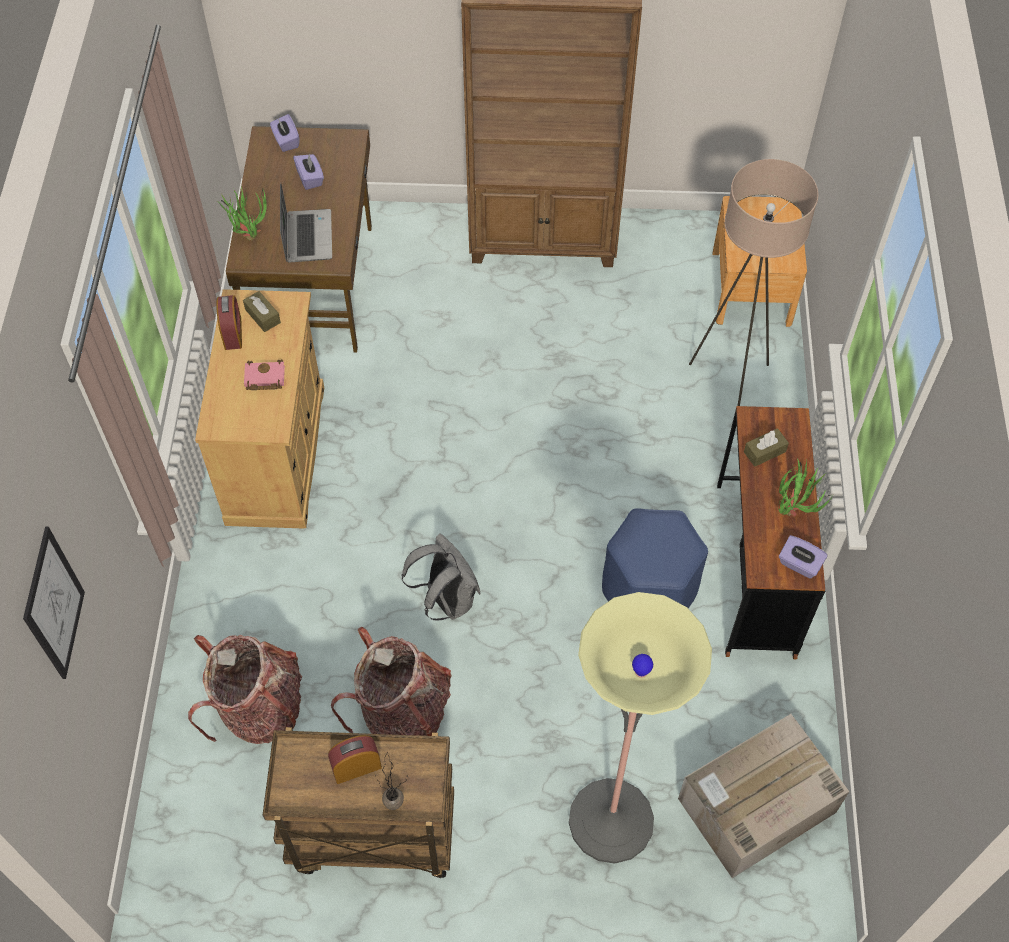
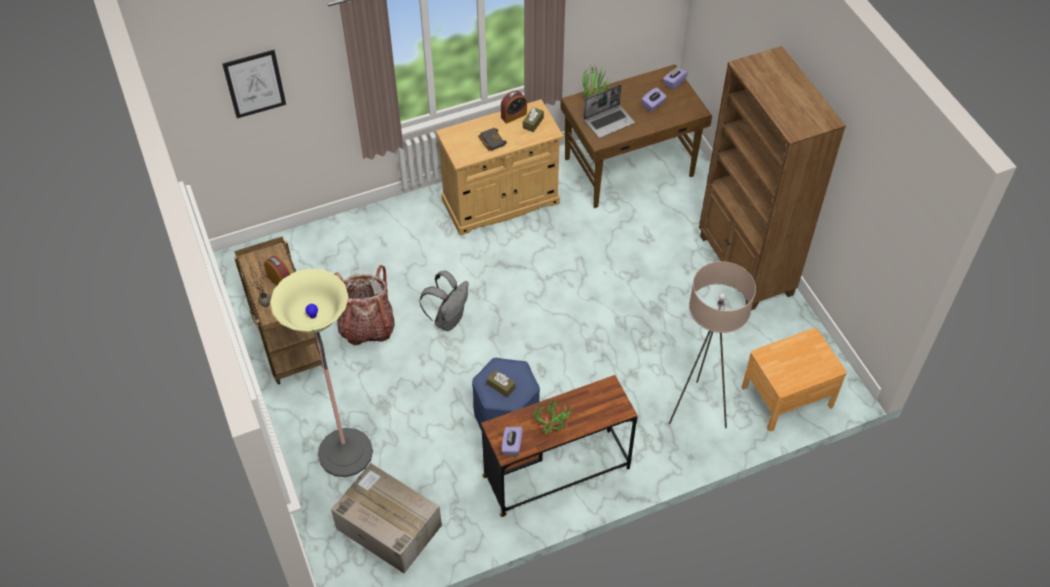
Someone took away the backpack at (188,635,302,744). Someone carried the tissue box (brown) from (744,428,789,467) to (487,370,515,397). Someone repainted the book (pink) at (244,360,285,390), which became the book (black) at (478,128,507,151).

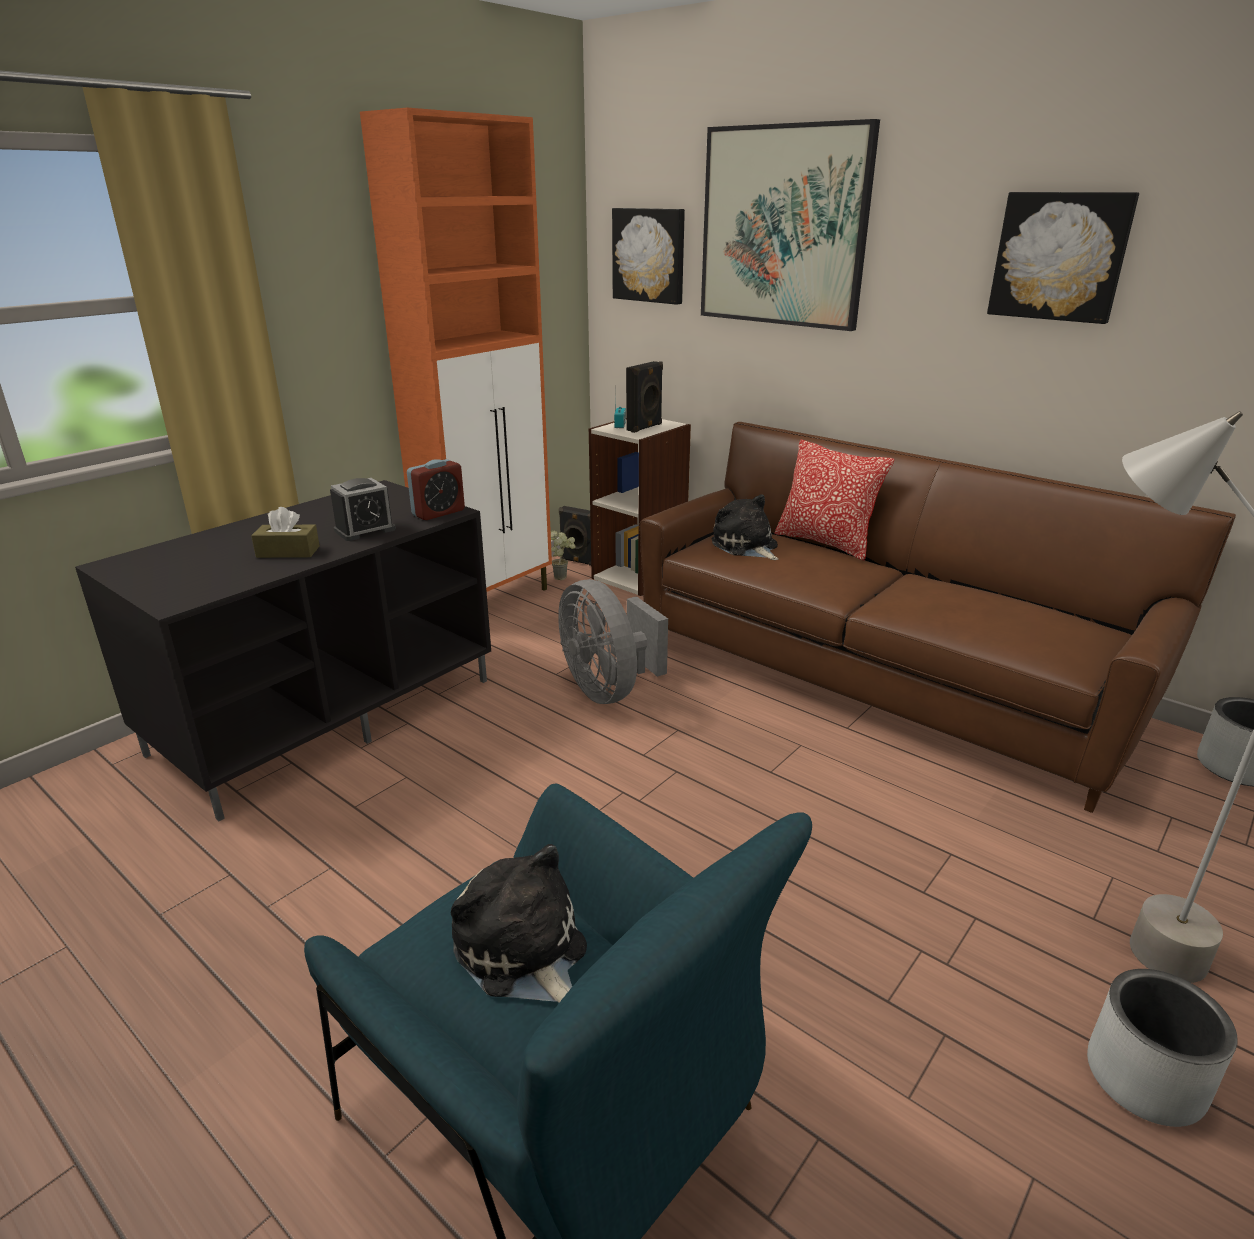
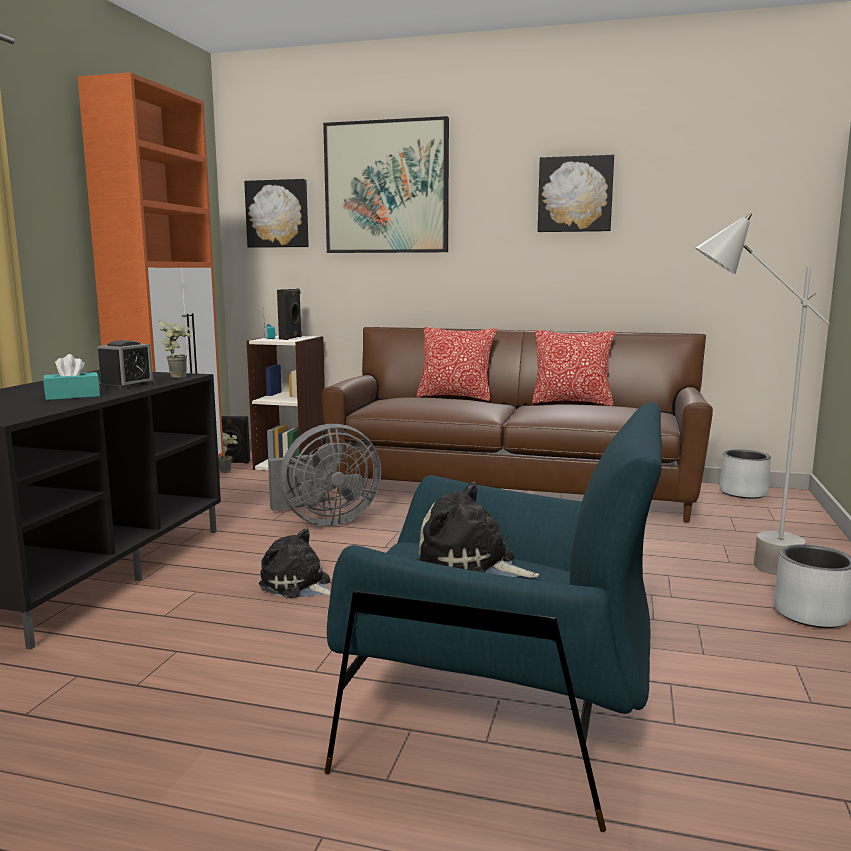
Someone put down the pillow at (532,330,615,406). Someone carried the plush toy from (711,494,778,560) to (259,528,331,598). Someone swapped the alarm clock at (407,459,465,520) for the potted plant at (158,320,191,378). Someone repainted the tissue box (brown) at (251,507,320,558), which became the tissue box (turquoise) at (43,354,100,400). Someone rotated the fan (grey) at (558,579,668,704) by 60 degrees counterclockwise.

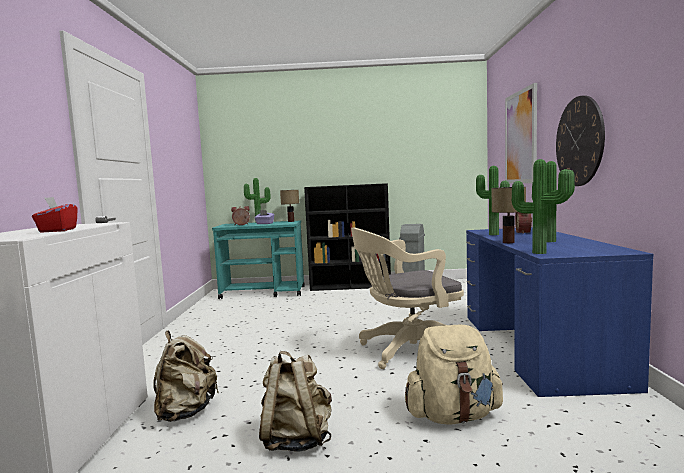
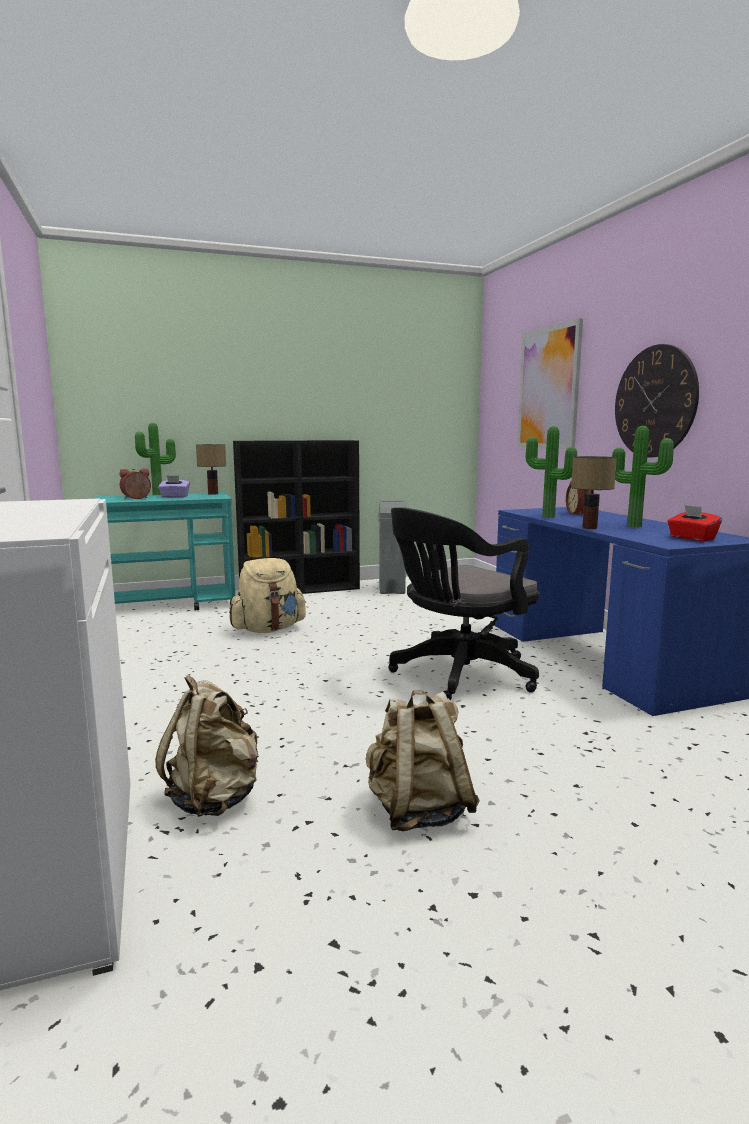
Someone took away the potted plant at (512,159,572,254). Someone carried the tissue box (red) from (32,197,77,233) to (668,505,722,541). Someone carried the backpack (beige) from (405,325,503,425) to (229,558,306,633). Someone repainted the office chair (beige) at (351,228,464,369), which became the office chair (black) at (388,507,540,700).

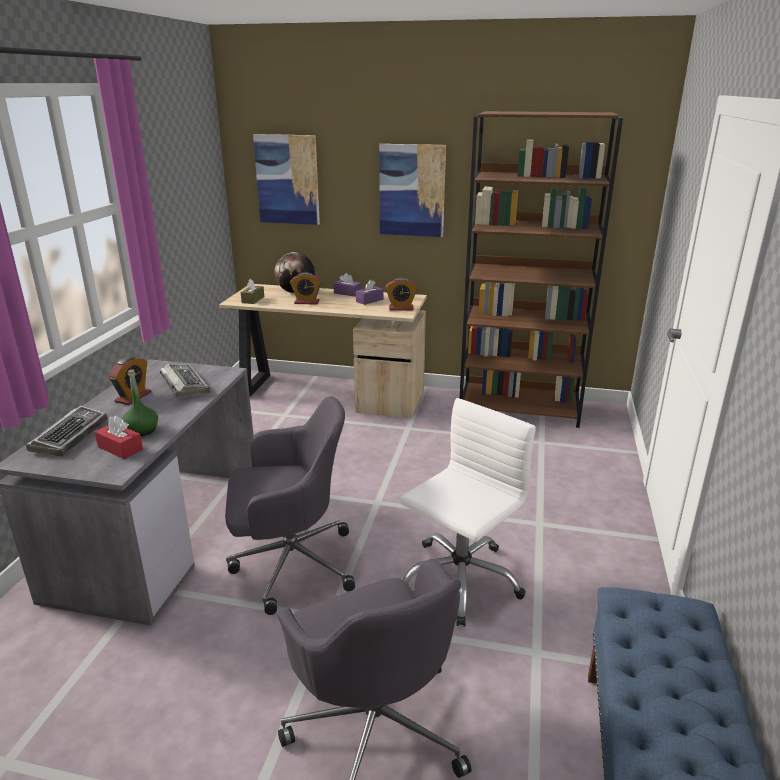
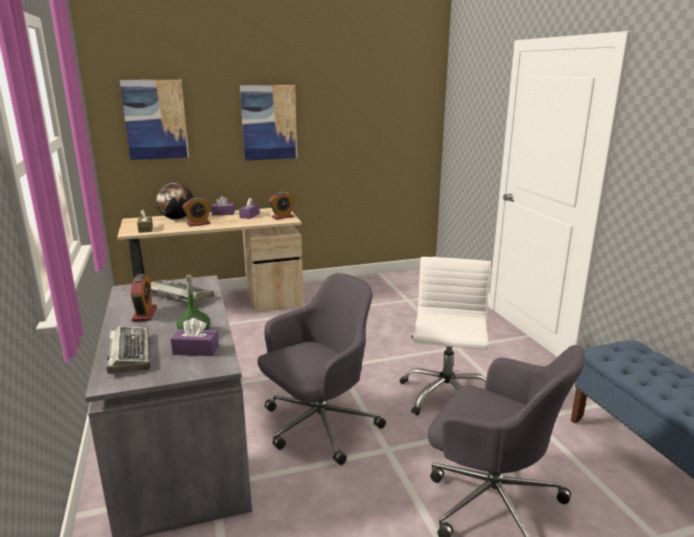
Someone took away the bookcase (brown) at (459,111,623,428). Someone repainted the tissue box (red) at (95,416,143,459), which became the tissue box (purple) at (171,318,219,356).

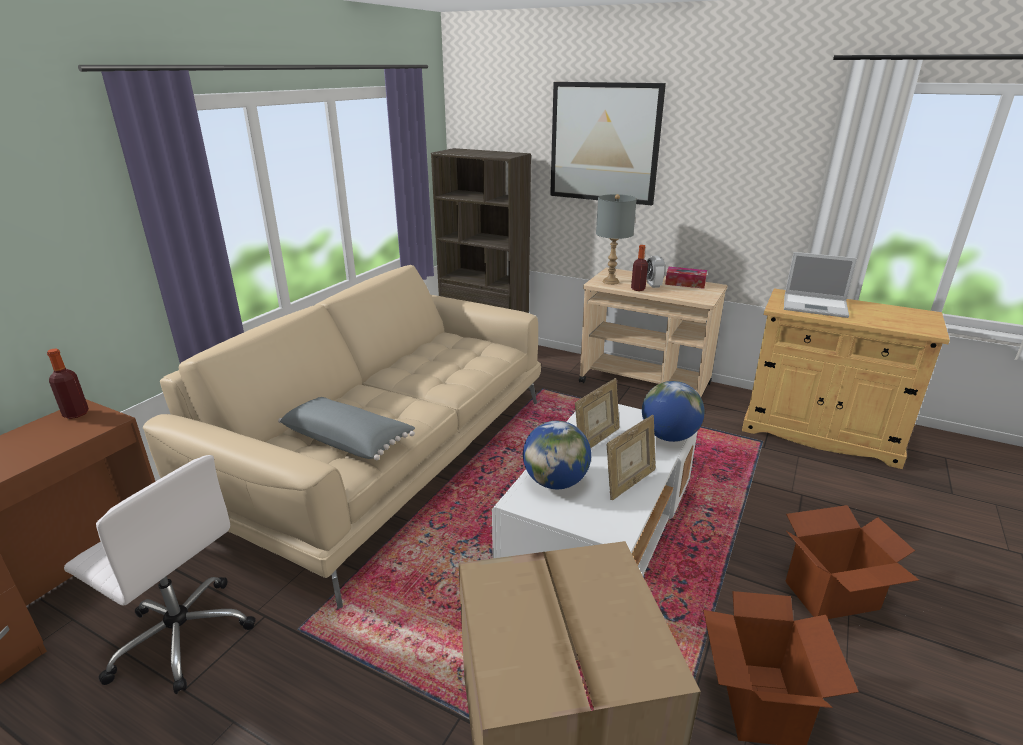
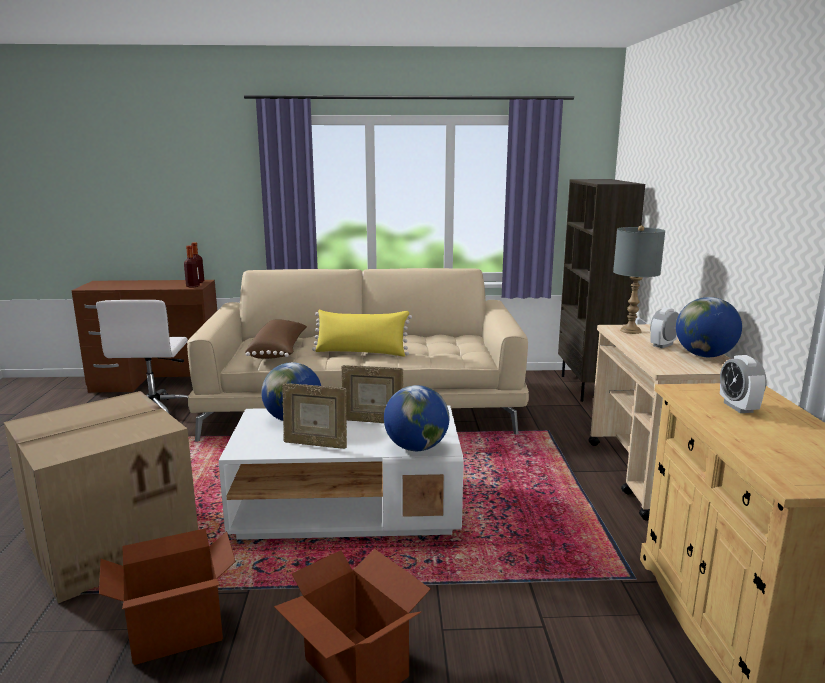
Someone took away the picture at (550,82,666,206). Someone put down the pillow (yellow) at (312,310,412,357). Someone carried the bottle from (631,245,648,291) to (184,245,200,288). Someone swapped the tissue box at (665,267,707,289) for the globe at (676,297,742,357). Someone swapped the laptop at (784,252,857,318) for the alarm clock at (720,355,766,413). Someone repainted the pillow (grey) at (278,397,415,460), which became the pillow (brown) at (245,319,307,359).

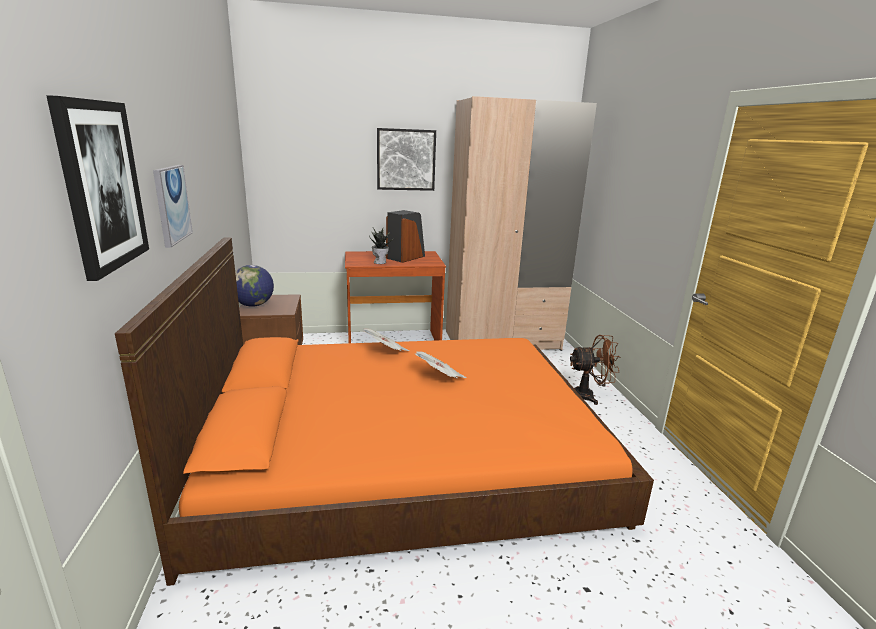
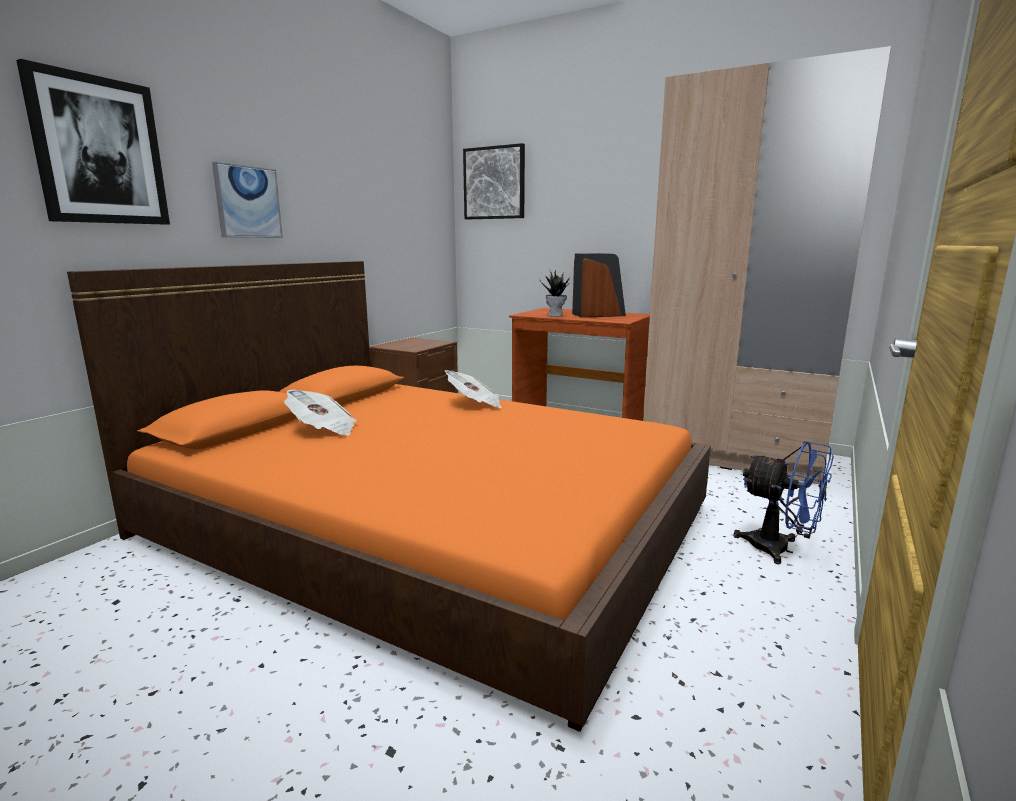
Someone took away the globe at (235,265,274,307). Someone carried the picture from (377,128,436,191) to (463,143,525,219). Someone carried the newspaper from (415,351,467,378) to (284,389,356,435). Someone repainted the fan (brown) at (570,335,620,405), which became the fan (blue) at (733,441,834,564).

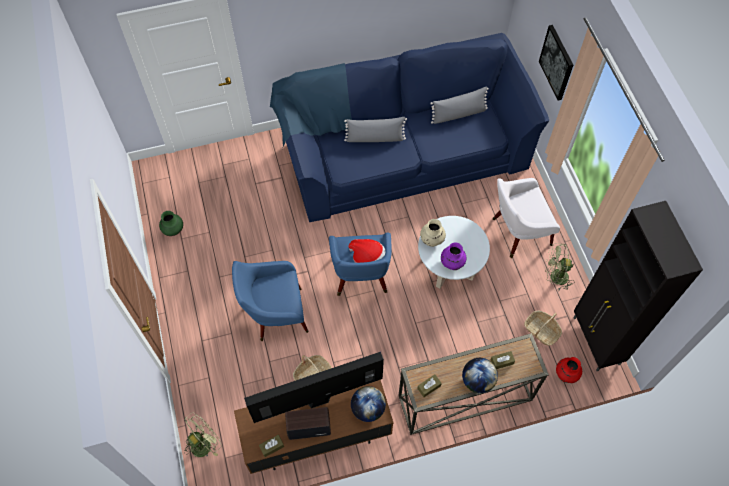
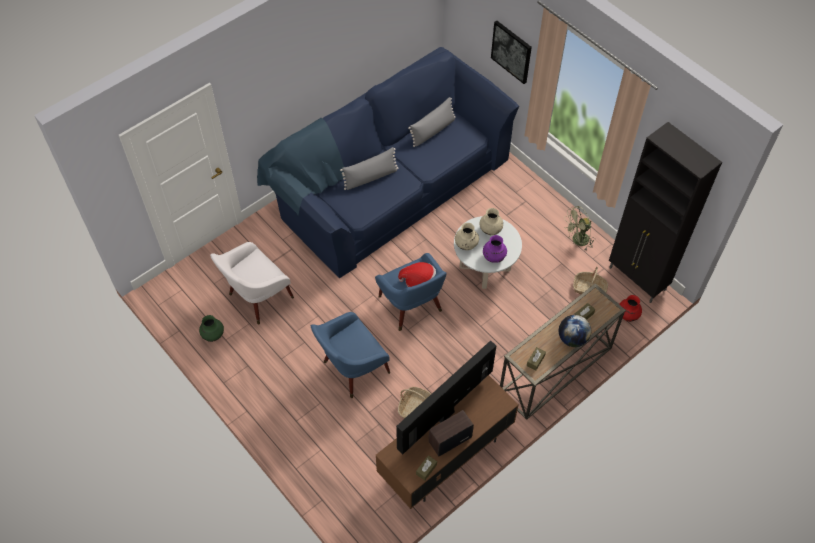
Someone took away the fan (green) at (184,412,221,457). Someone took away the globe at (351,386,386,422). Someone put down the vase (beige) at (479,208,503,235). Someone carried the armchair (white) from (493,178,560,258) to (210,242,294,324).

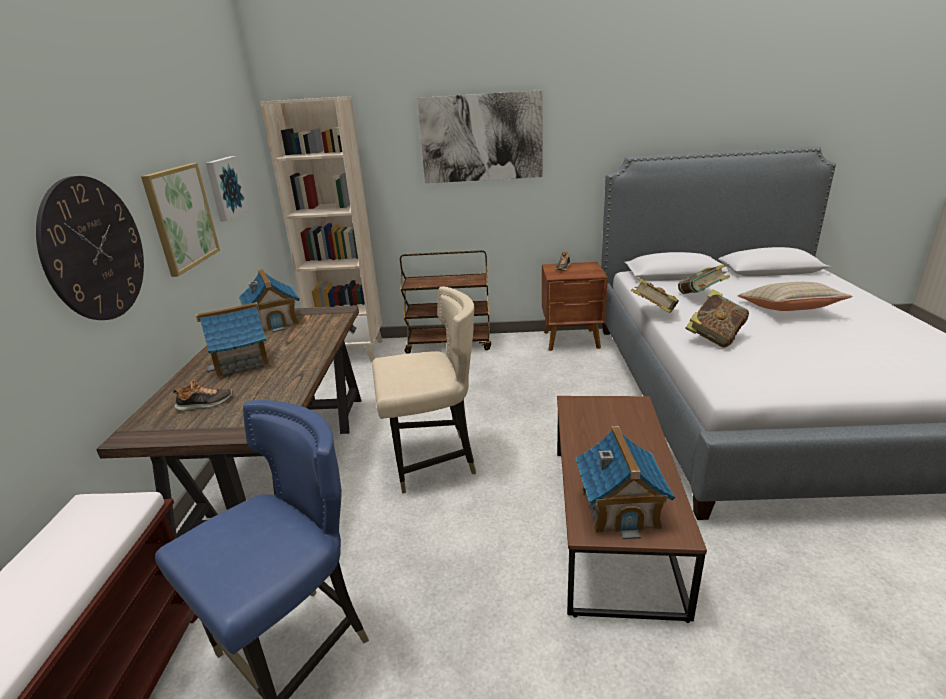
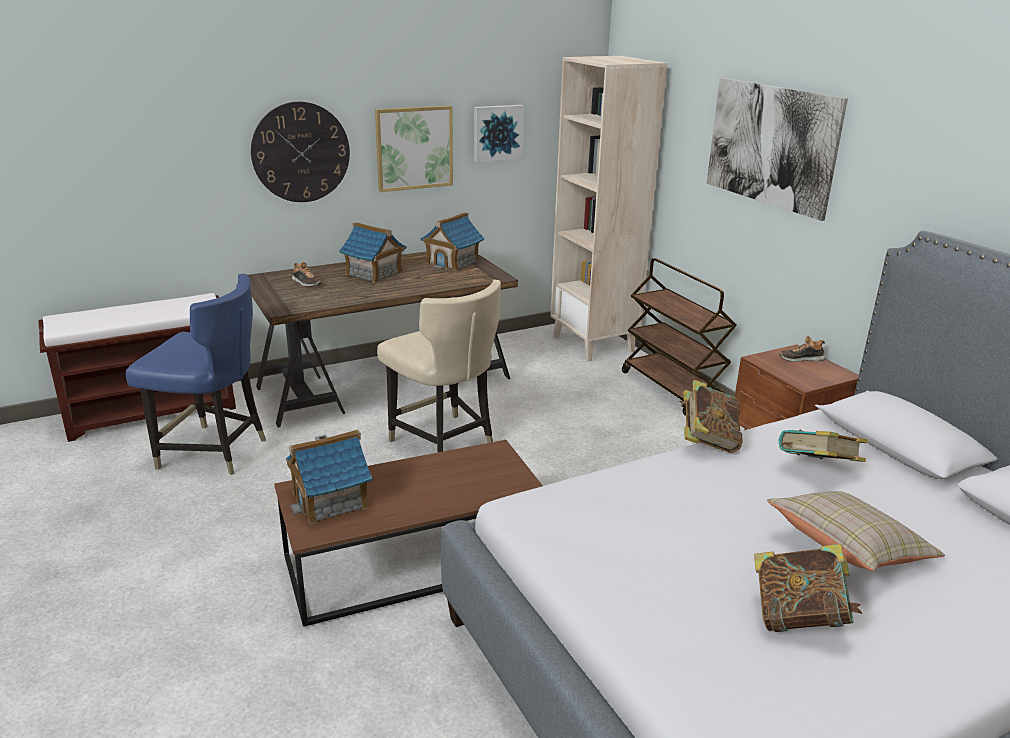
Someone carried the book from (685,289,749,348) to (754,544,862,632).

